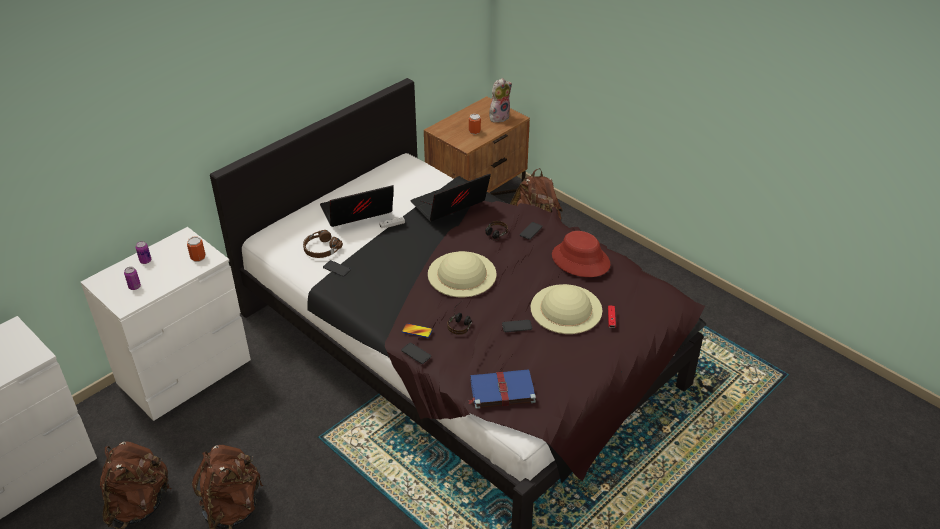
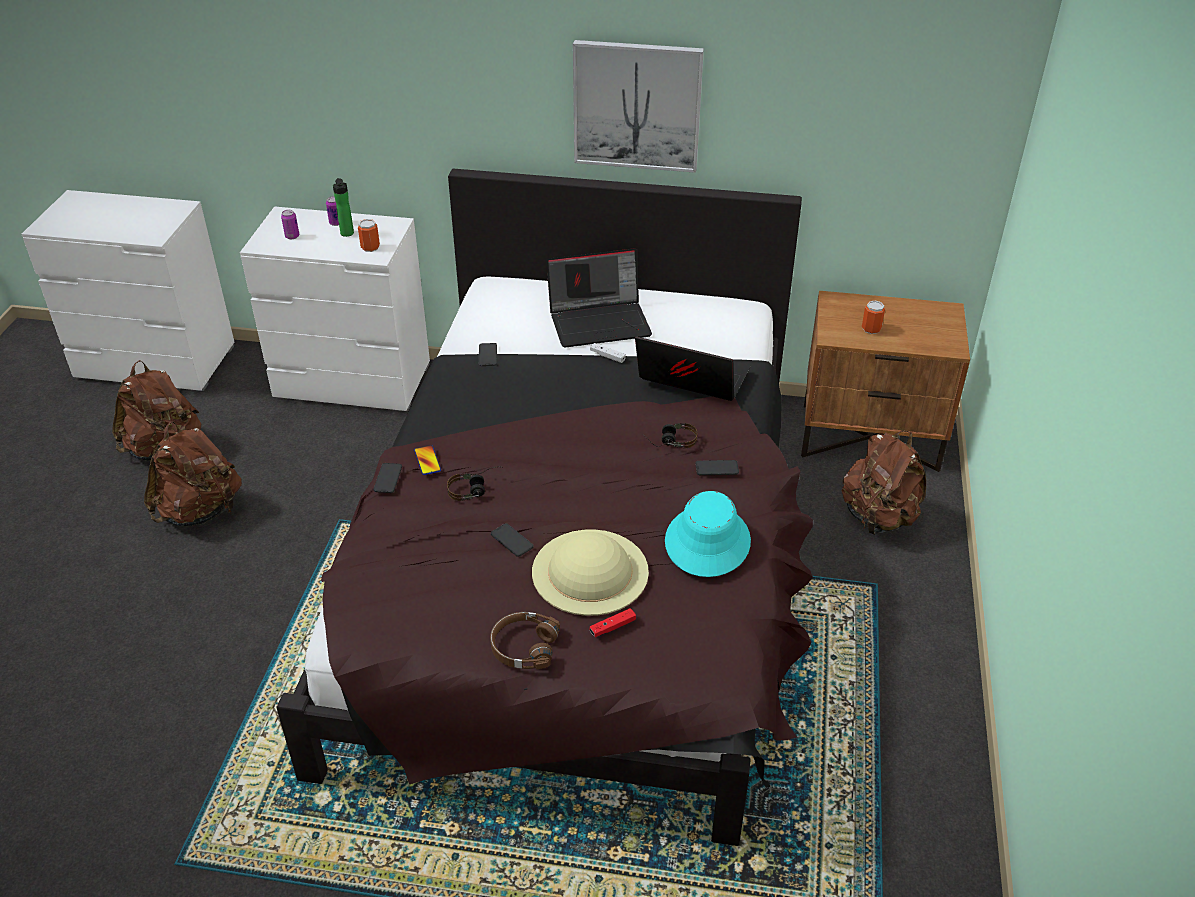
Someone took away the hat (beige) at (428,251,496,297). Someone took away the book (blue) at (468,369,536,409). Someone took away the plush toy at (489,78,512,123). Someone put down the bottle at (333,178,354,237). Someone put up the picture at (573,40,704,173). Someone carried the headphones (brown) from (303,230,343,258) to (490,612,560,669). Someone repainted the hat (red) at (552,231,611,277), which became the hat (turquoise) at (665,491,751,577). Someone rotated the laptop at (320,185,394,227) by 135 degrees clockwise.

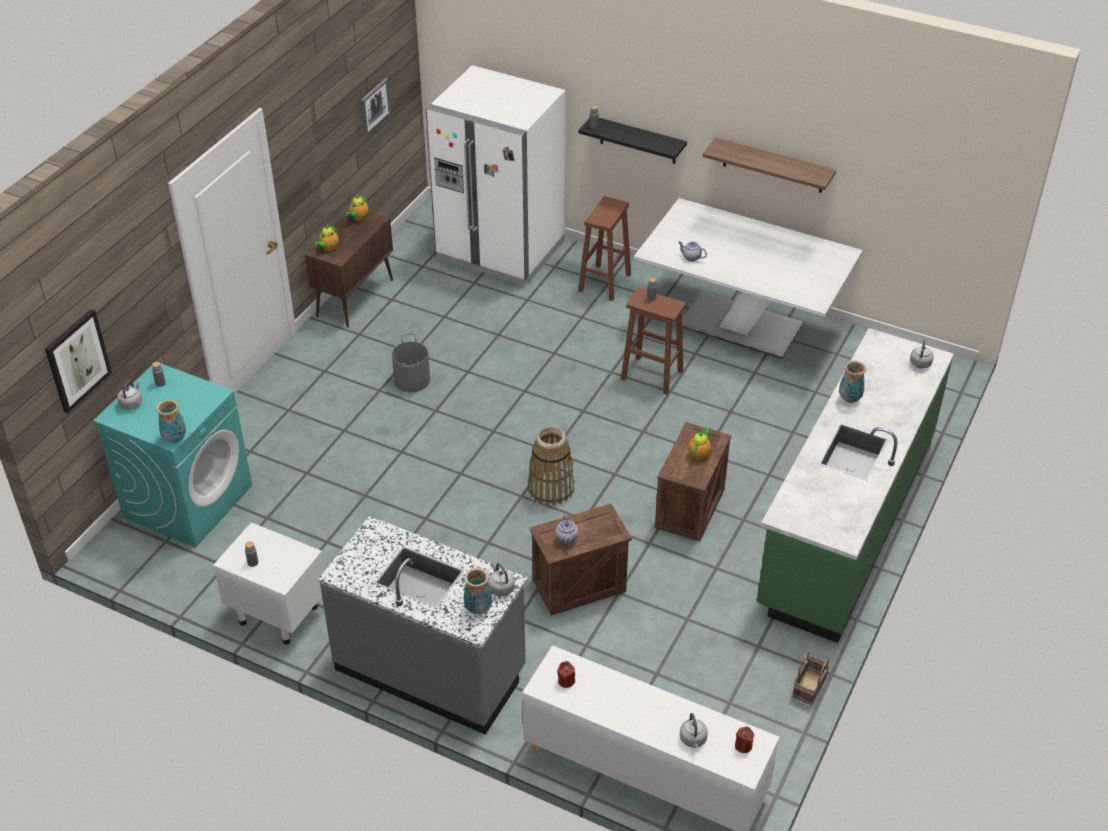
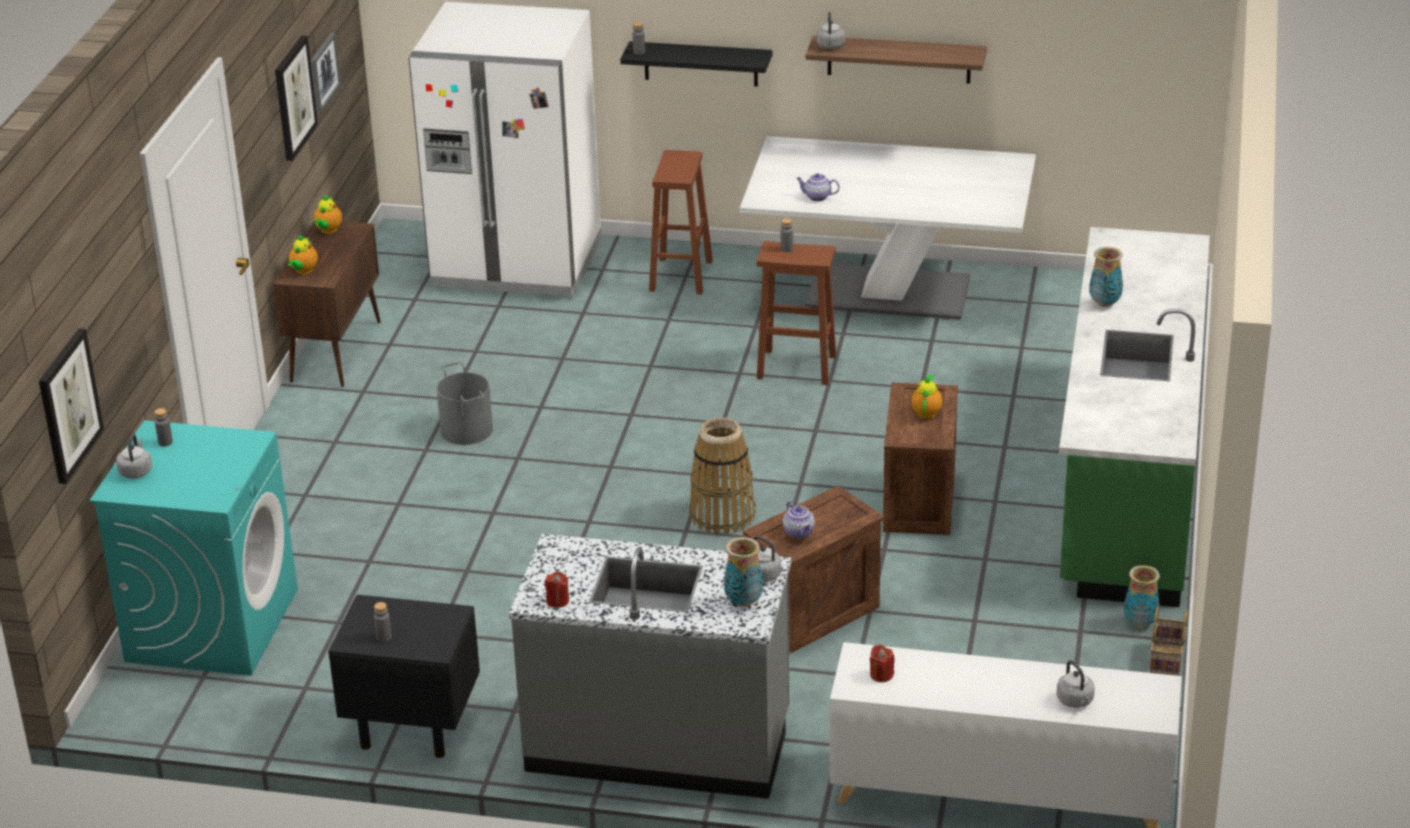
Someone put up the picture at (275,35,318,161). Someone carried the vase from (156,400,186,443) to (1124,565,1160,628). Someone carried the candle (red) from (735,726,754,753) to (545,571,569,608). Someone carried the kettle (grey) from (910,339,934,368) to (817,12,845,49). Someone repainted the nightstand (white) at (213,523,325,644), which became the nightstand (black) at (328,595,480,758).

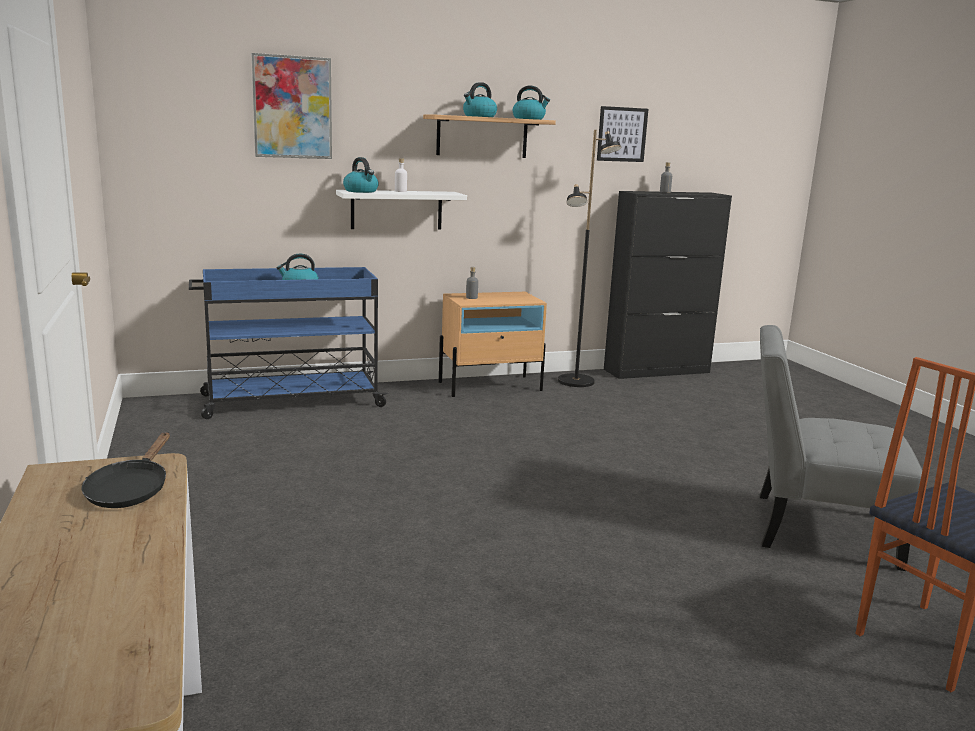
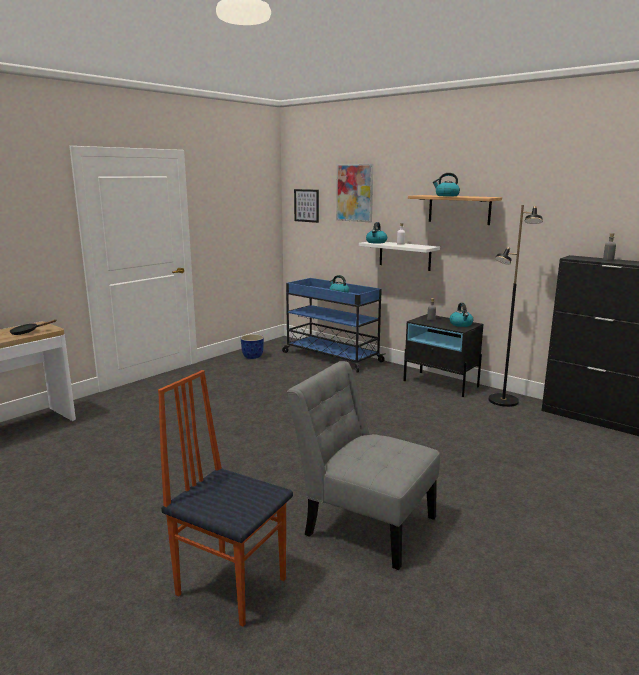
Someone put down the planter at (240,334,264,359). Someone carried the kettle from (513,86,550,120) to (450,303,473,327). Someone carried the picture from (597,106,648,162) to (294,189,319,223). Someone repainted the nightstand (beige) at (439,292,547,397), which became the nightstand (black) at (403,314,484,397). Someone rotated the chair (grey) at (760,325,922,571) by 45 degrees counterclockwise.

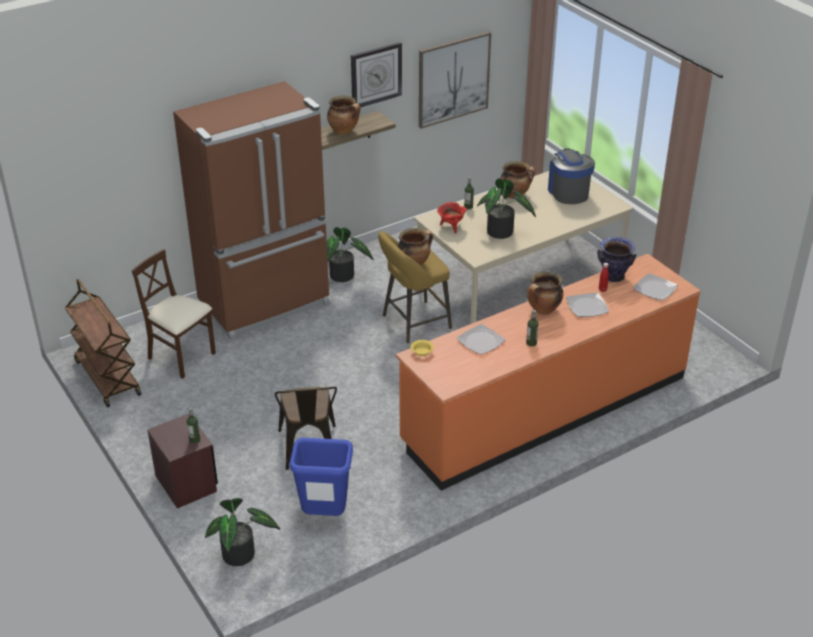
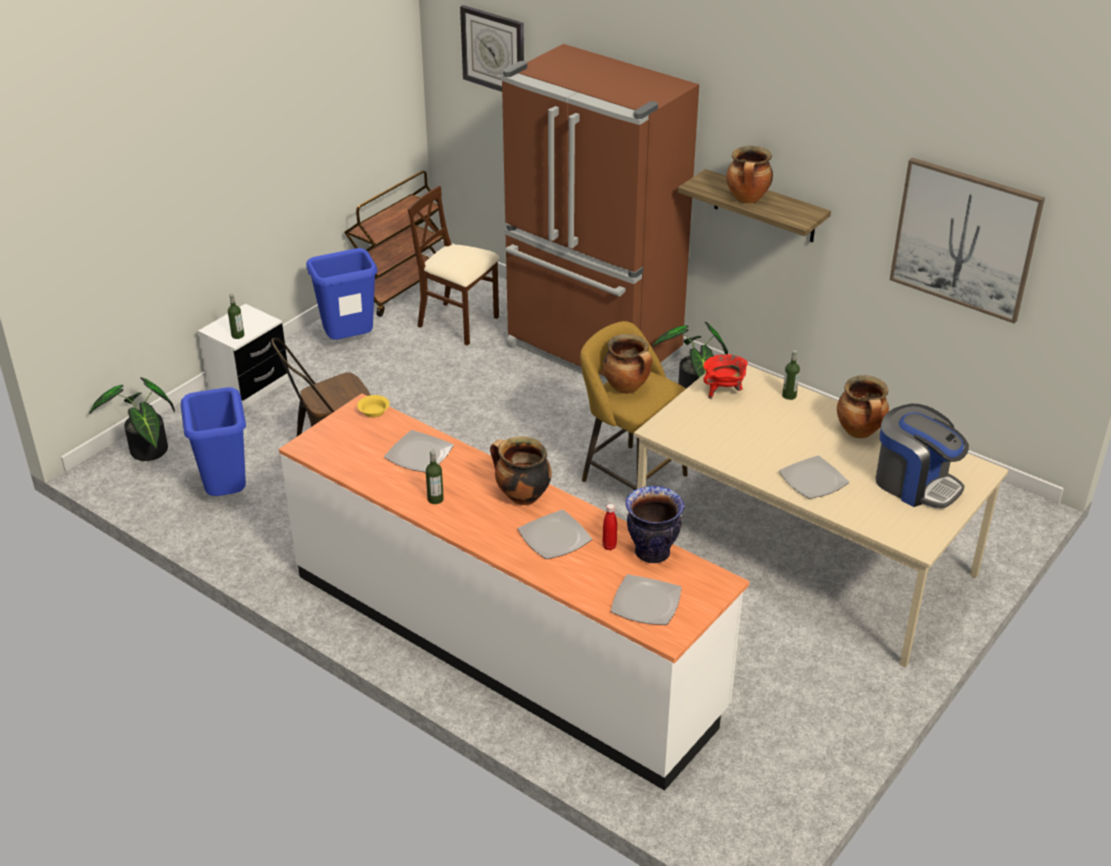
Someone took away the potted plant at (477,178,536,239). Someone put down the trash can (blue) at (306,248,378,340). Someone put down the plate at (779,455,849,499). Someone carried the wall clock from (351,42,402,107) to (460,5,524,92). Someone repainted the nightstand (brown) at (147,414,218,508), which became the nightstand (white) at (198,304,288,409). Someone repainted the counter (orange) at (396,254,701,491), which became the counter (white) at (279,393,749,791). Someone rotated the chair (beige) at (131,249,216,379) by 75 degrees counterclockwise. Someone rotated the coffee machine at (548,148,595,204) by 75 degrees clockwise.

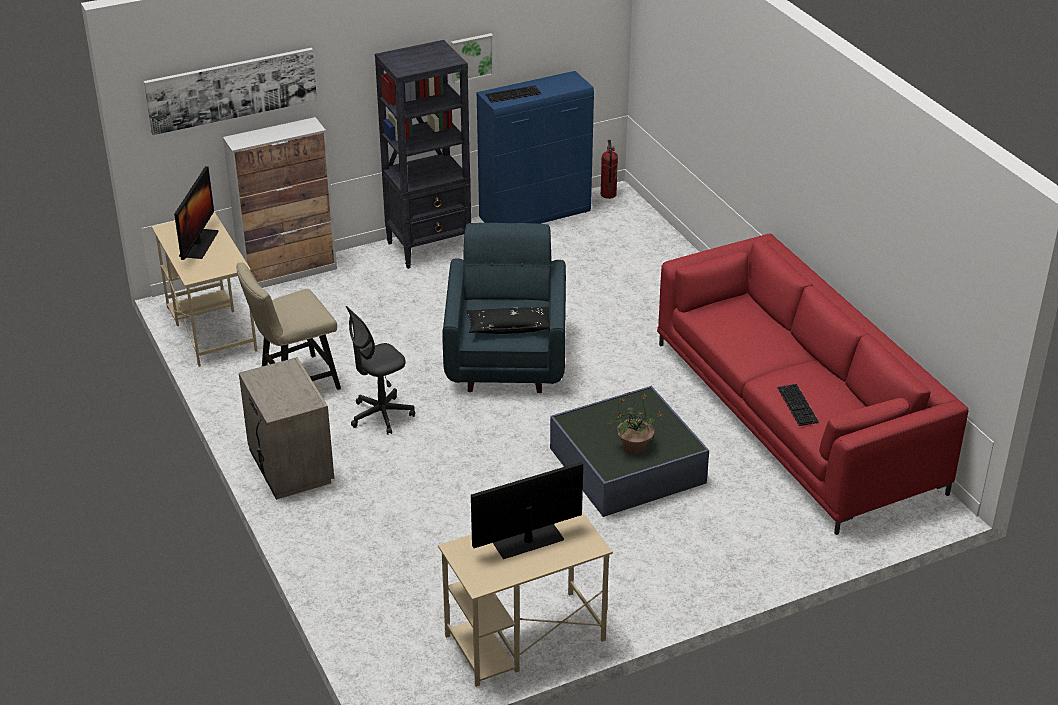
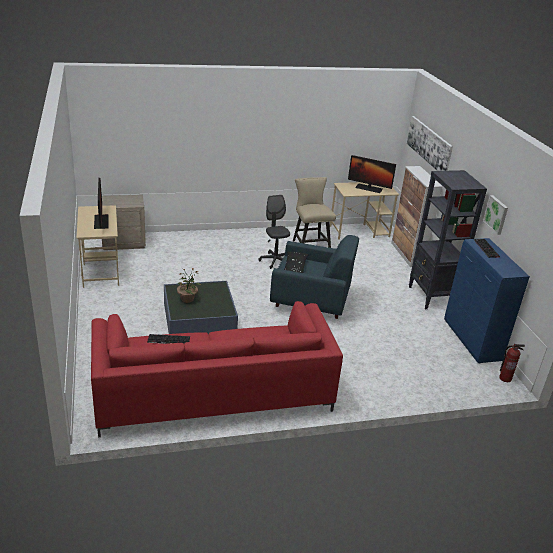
Someone carried the nightstand (beige) from (239,357,334,500) to (102,195,146,250).

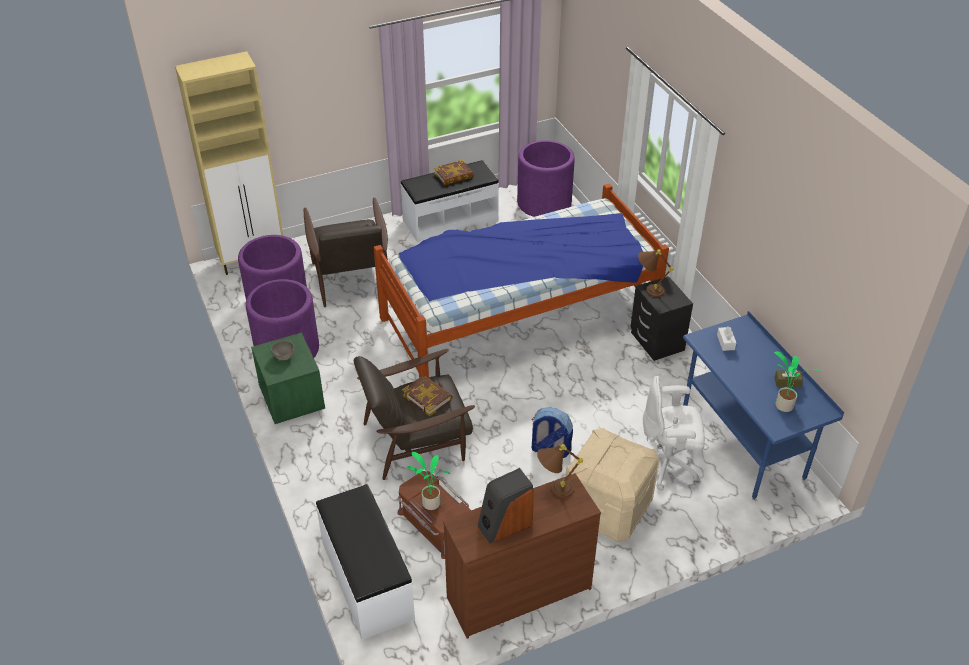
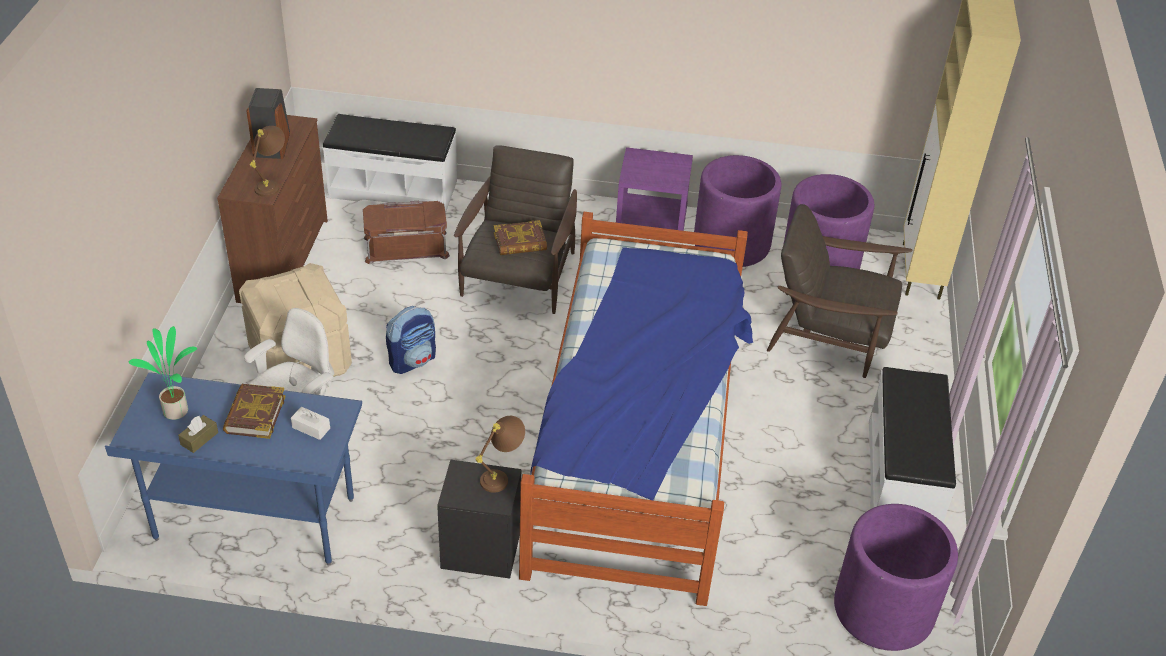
Someone took away the bowl (grey) at (271,340,295,360). Someone took away the potted plant at (407,452,450,510). Someone carried the book from (434,160,474,186) to (223,384,286,439). Someone repainted the nightstand (green) at (251,332,325,424), which became the nightstand (purple) at (616,147,693,231).

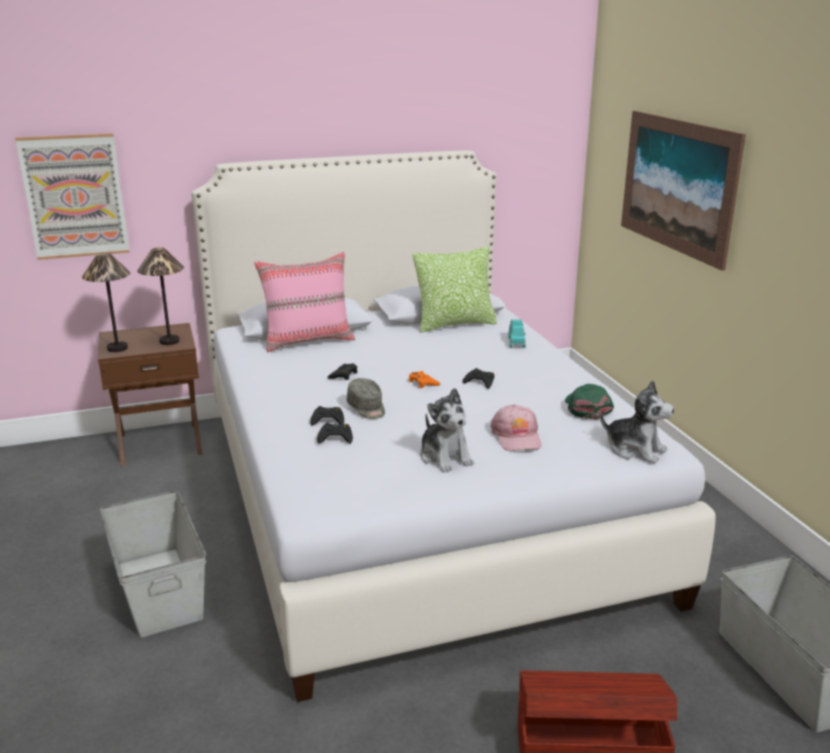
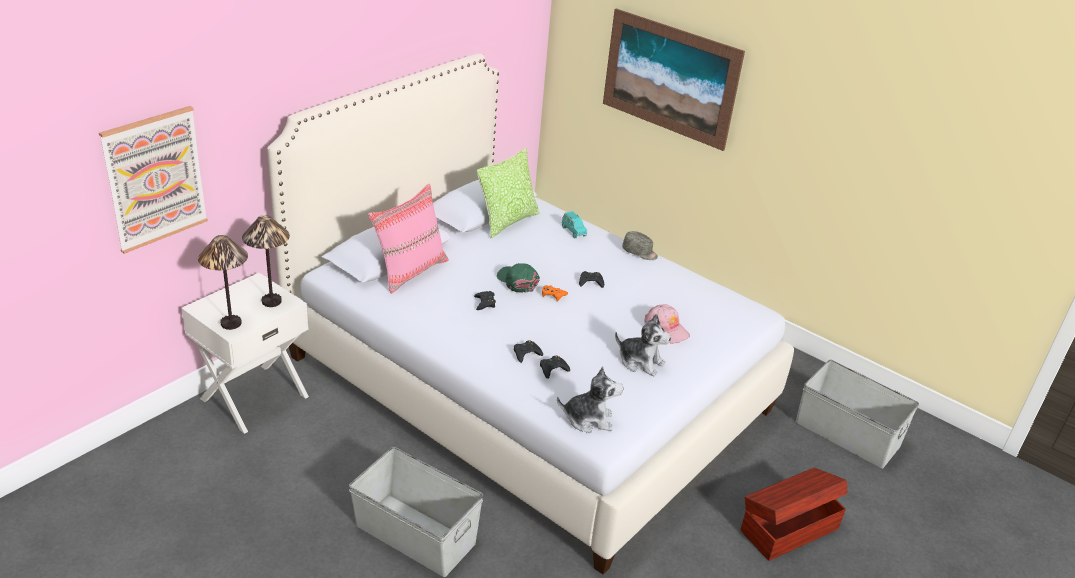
Someone carried the cap (grey) from (347,378,385,419) to (622,231,658,260). Someone carried the cap (green) from (565,384,614,420) to (497,263,540,293). Someone carried the plush toy from (600,380,674,463) to (557,367,624,433). Someone repainted the nightstand (brown) at (98,323,202,467), which became the nightstand (white) at (181,273,309,434).

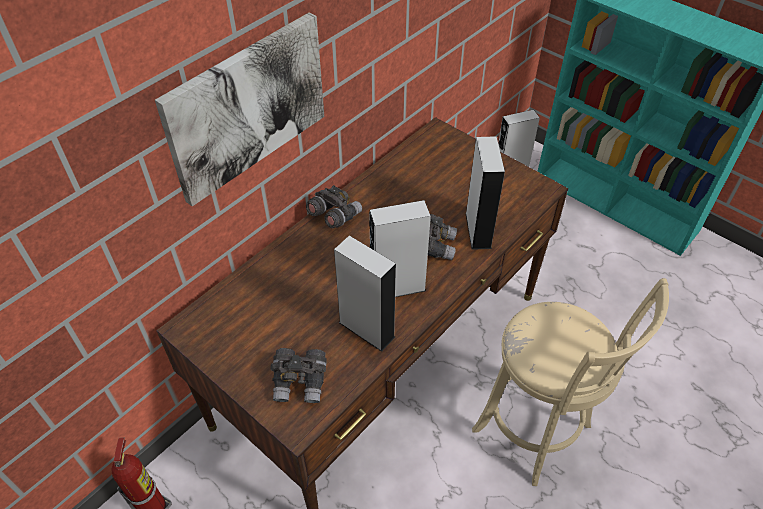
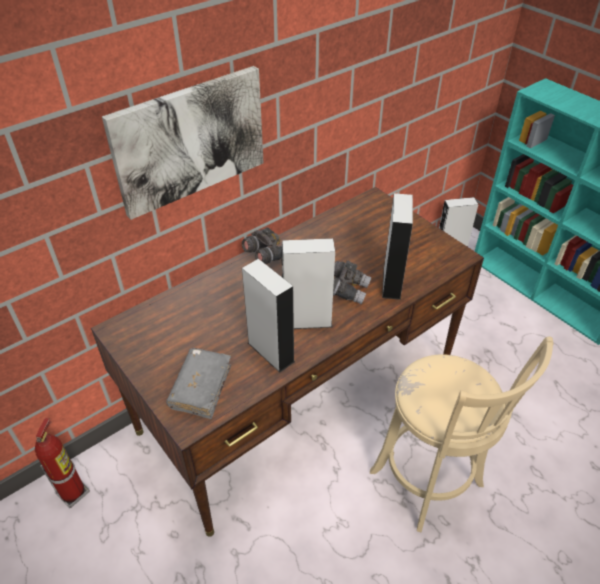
Someone swapped the binoculars (grey) at (270,348,327,403) for the book (grey) at (166,348,231,419).

